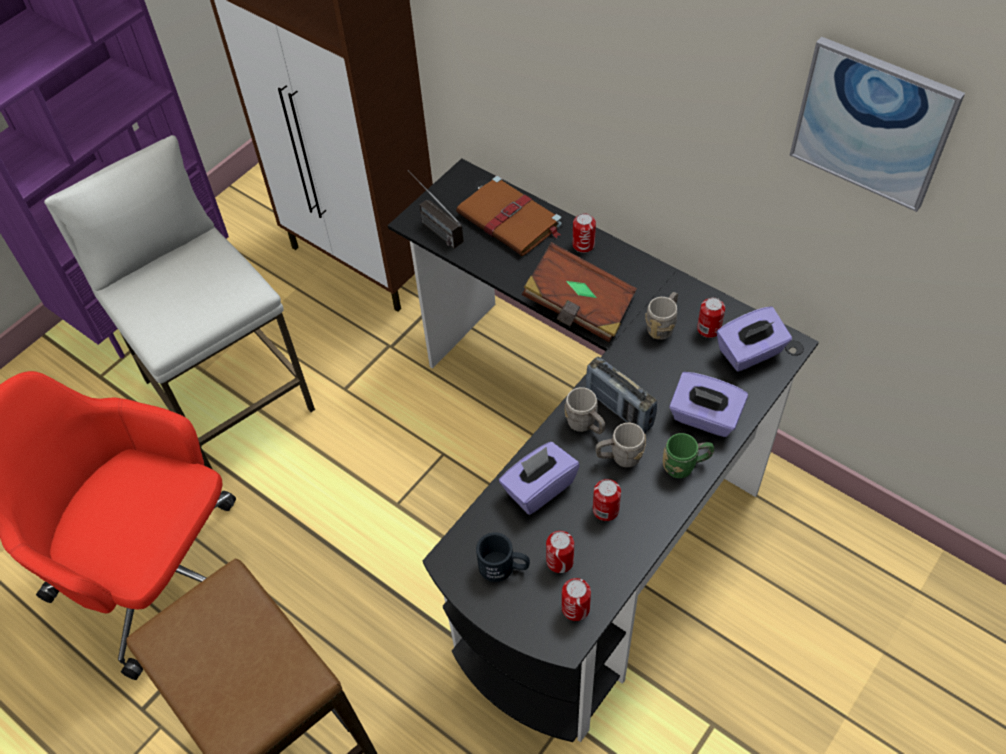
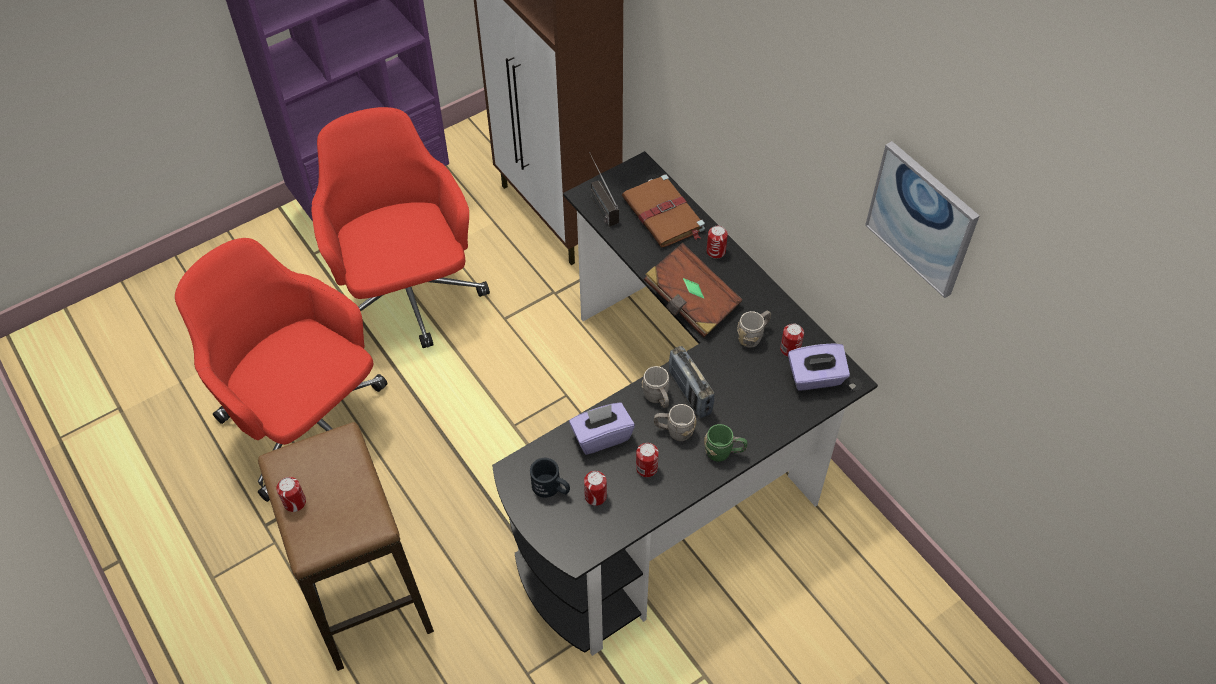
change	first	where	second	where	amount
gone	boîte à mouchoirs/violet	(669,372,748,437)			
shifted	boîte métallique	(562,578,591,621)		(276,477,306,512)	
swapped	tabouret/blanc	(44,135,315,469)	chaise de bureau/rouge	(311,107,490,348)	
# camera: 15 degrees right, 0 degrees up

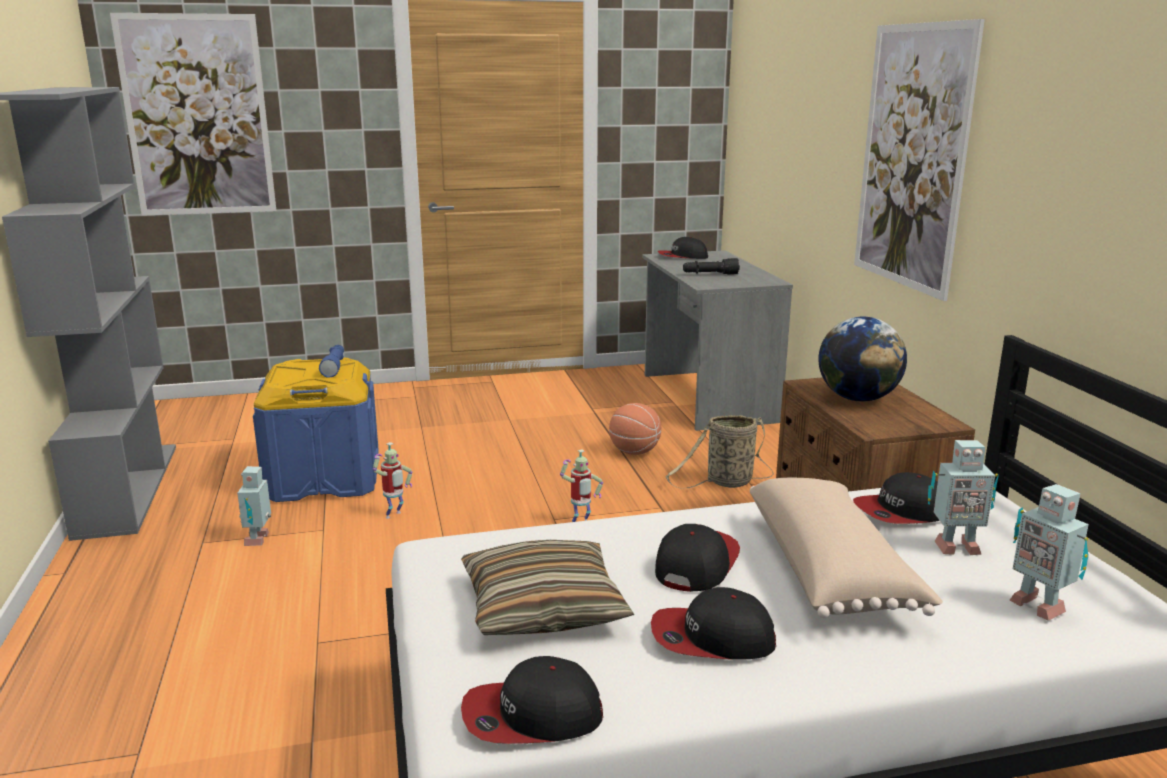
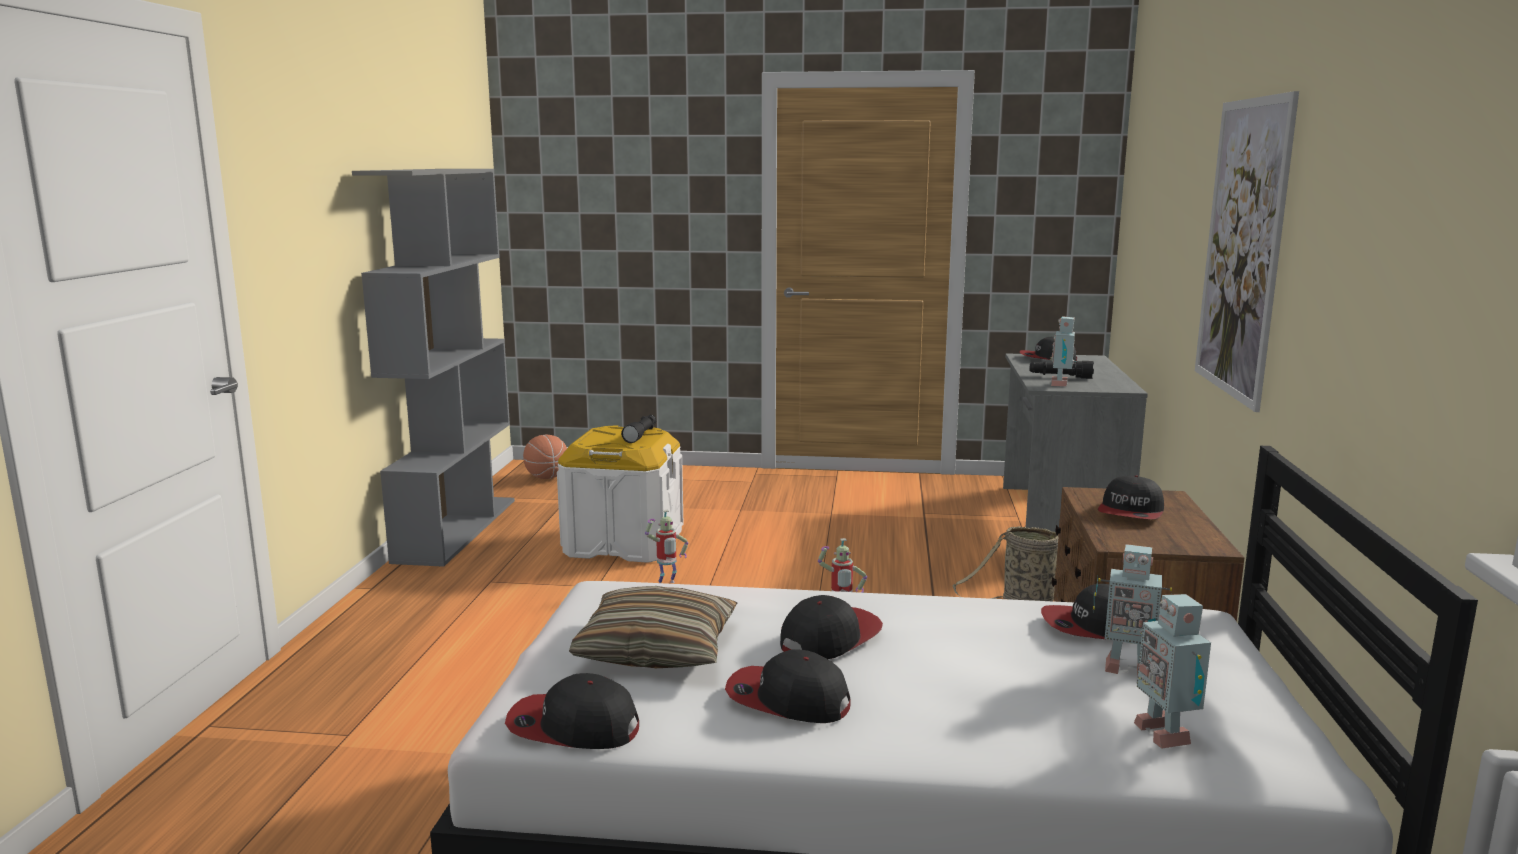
change	first	where	second	where	amount
gone	tableau	(110,13,276,216)			
gone	coussin/beige	(750,478,943,618)			
shifted	robot jouet	(237,466,271,546)		(1050,316,1077,387)	
shifted	ballon de basket	(609,403,661,455)		(523,435,567,479)	
swapped	globe	(818,317,907,402)	casquette	(1098,475,1164,519)	
repainted	boîte de rangement/bleu	(253,358,379,502)	boîte de rangement/blanc	(557,425,683,563)	
repainted	lampe de poche/bleu	(319,345,344,378)	lampe de poche/noir	(621,415,656,443)	
# camera: 20 degrees right, 5 degrees down

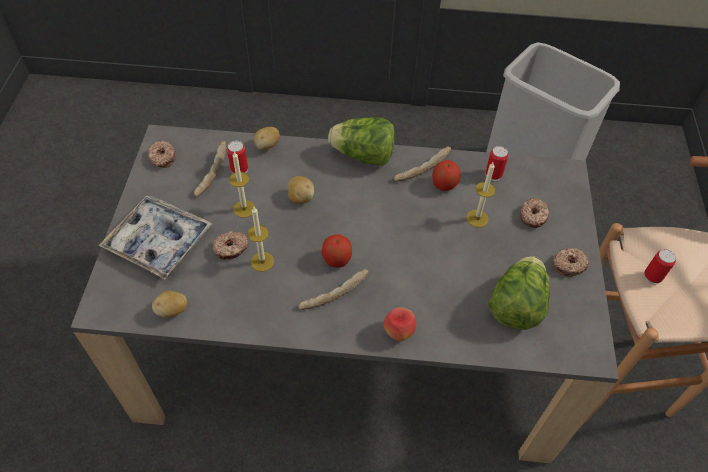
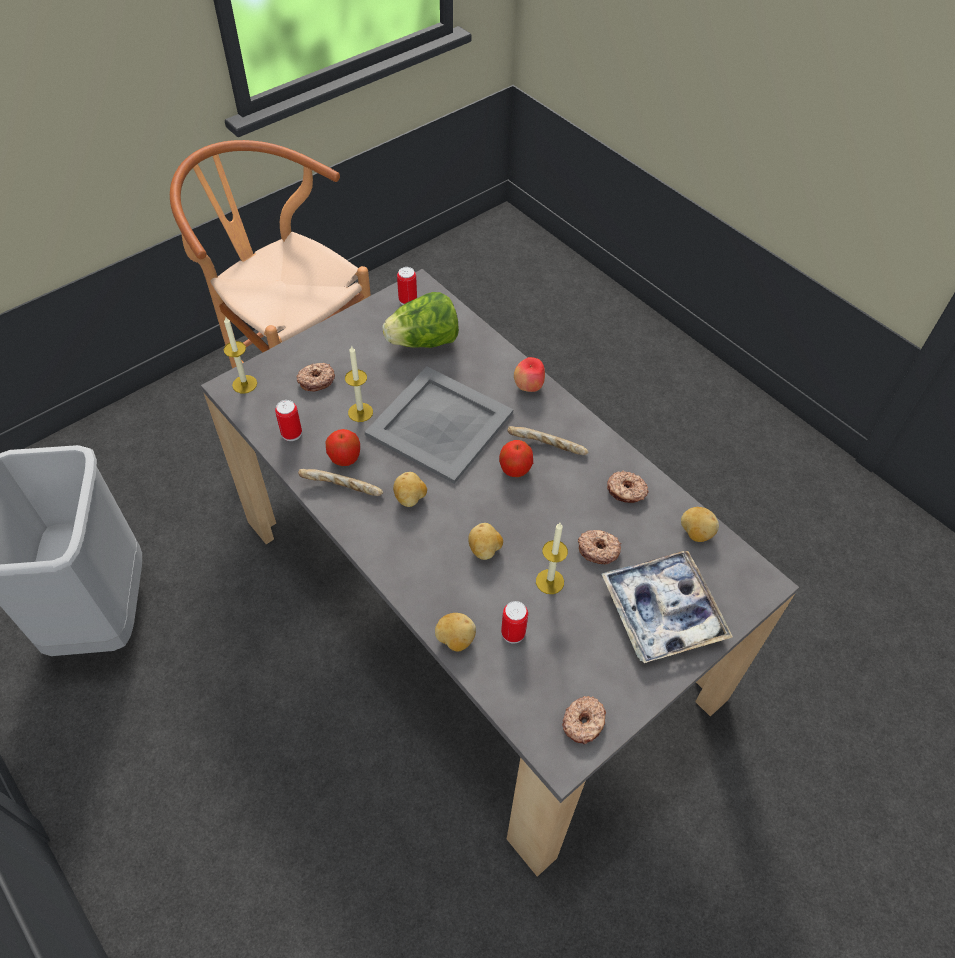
change	first	where	second	where	amount
gone	pain	(194,141,226,197)			
gone	laitue	(328,117,395,166)			
new			plateau/gris	(365,366,514,484)	
new			pomme de terre	(393,472,427,507)	
shifted	bougie	(247,207,274,272)		(224,316,257,394)	
shifted	beignet	(553,248,589,277)		(607,471,649,503)	
shifted	boîte métallique	(644,249,676,284)		(397,267,417,305)	
# camera: 135 degrees left, 0 degrees up

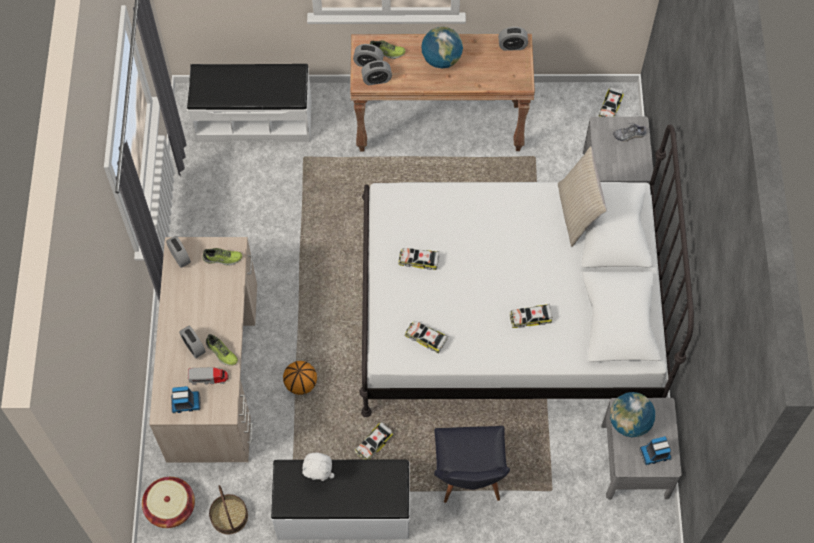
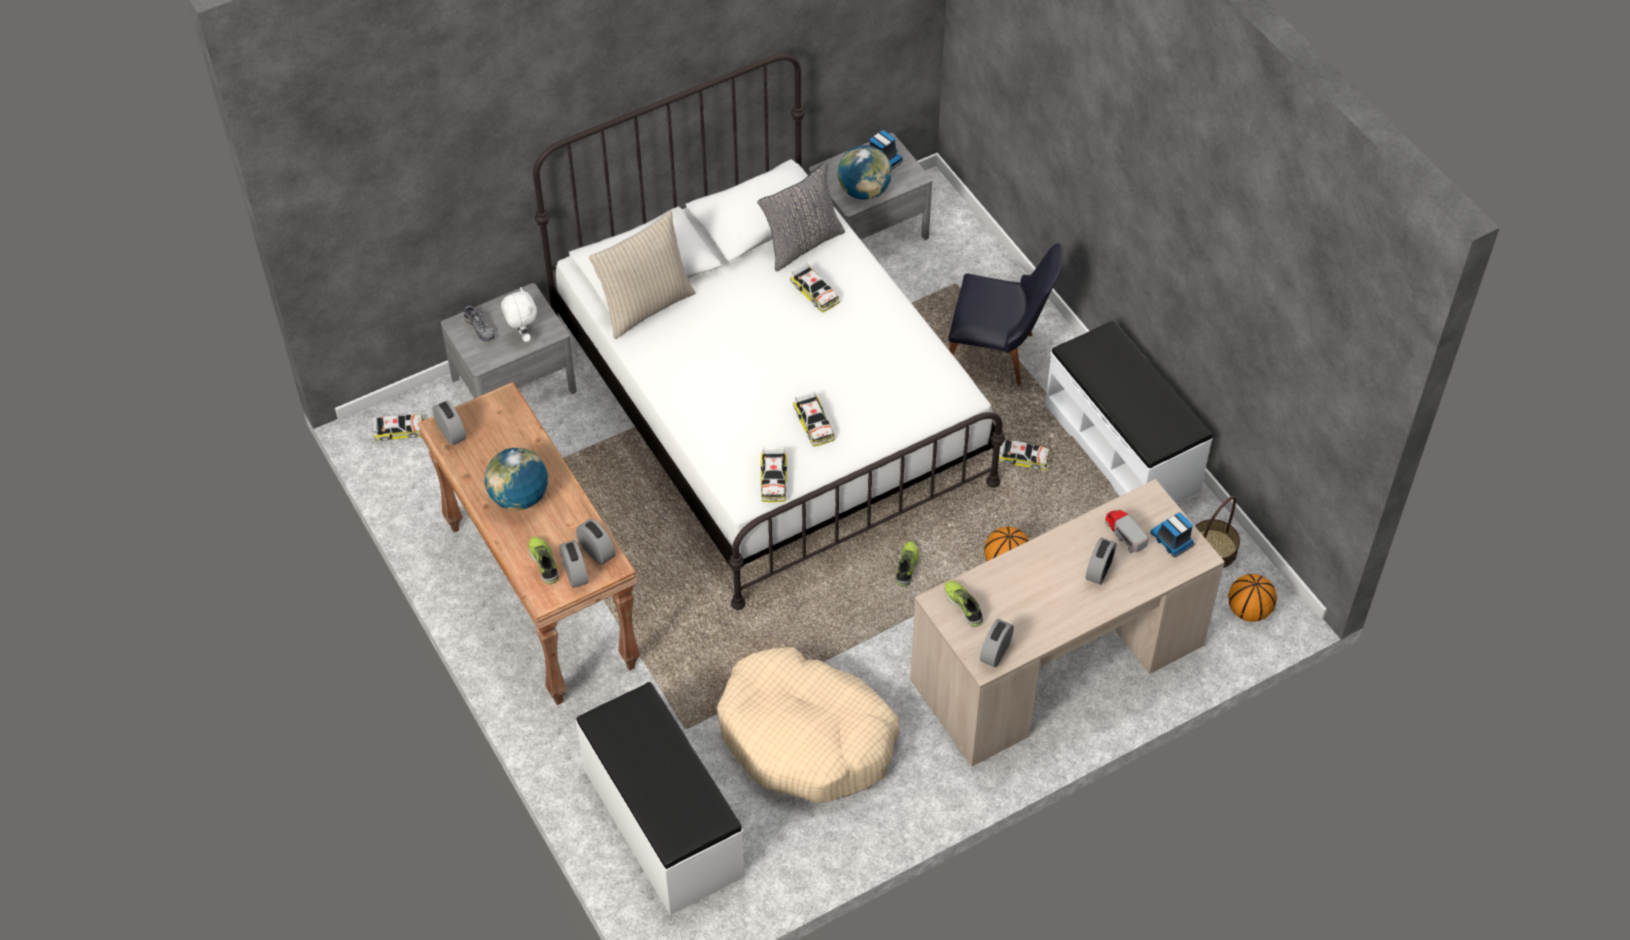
change	first	where	second	where	amount
new			panier pour chien/beige	(717,647,900,803)	
new			coussin/gris	(757,161,845,271)	
shifted	chaussure	(206,334,238,366)		(896,541,920,587)	
shifted	peluche/blanc	(302,452,334,481)		(501,287,537,342)	
shifted	petite voiture	(405,321,448,353)		(761,448,787,502)	
swapped	panier	(142,477,195,528)	ballon de basket	(1228,574,1277,622)	
rotated	chaise/noir	(434,426,510,503)		(948,243,1063,386)	45 degrees clockwise
# camera: 120 degrees left, 10 degrees down

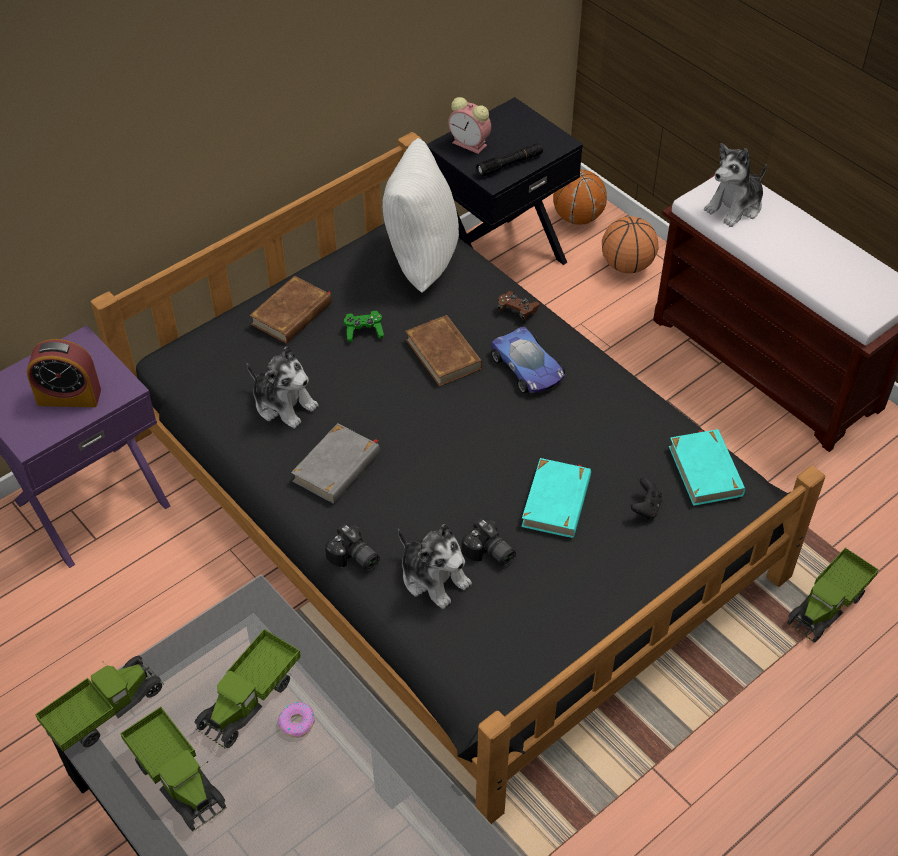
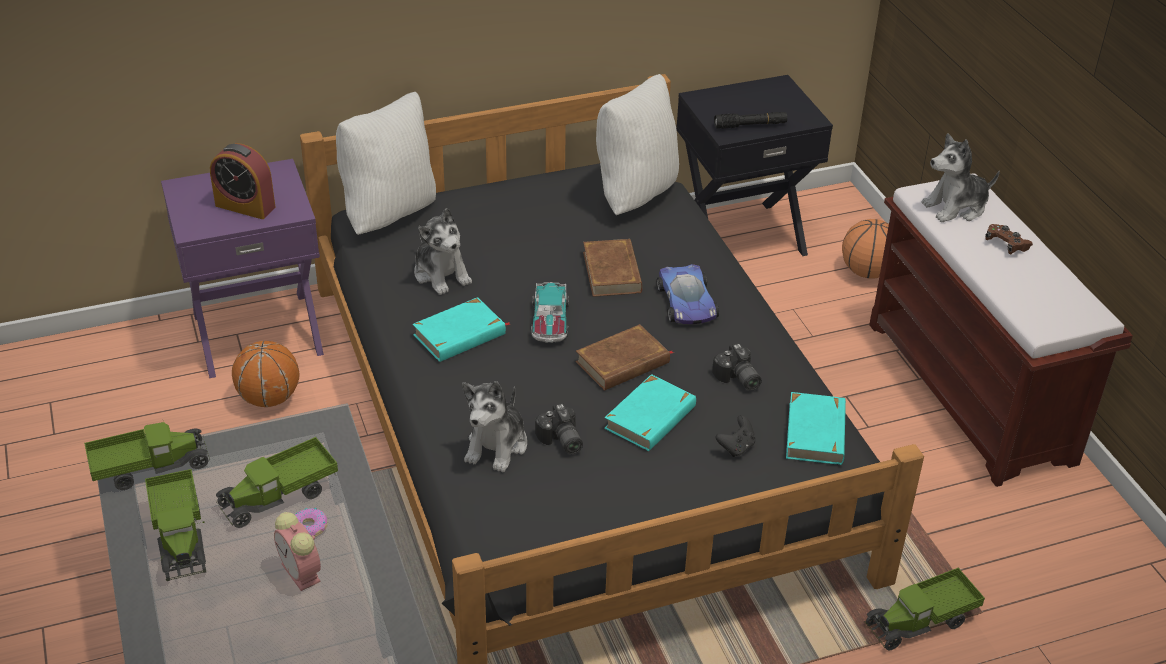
change	first	where	second	where	amount
gone	manette/vert	(344,311,384,342)			
new			coussin/blanc	(336,92,436,235)	
new			petite voiture	(531,282,569,343)	
shifted	livre/marron	(249,276,332,344)		(576,324,674,391)	
shifted	appareil photo	(325,524,380,570)		(712,343,762,391)	
shifted	réveil	(448,97,491,154)		(274,512,321,591)	
shifted	manette/marron	(498,291,540,321)		(985,224,1033,254)	
shifted	ballon de basket	(553,170,607,225)		(232,341,299,407)	
repainted	livre/gris	(291,423,380,504)	livre/turquoise	(413,297,510,362)	
rotated	peluche	(398,524,472,609)		(462,381,527,472)	45 degrees clockwise
# camera: 20 degrees right, 10 degrees down

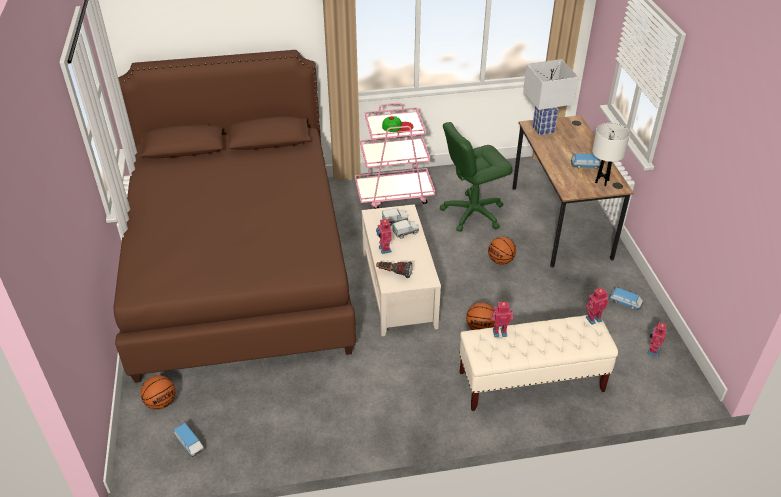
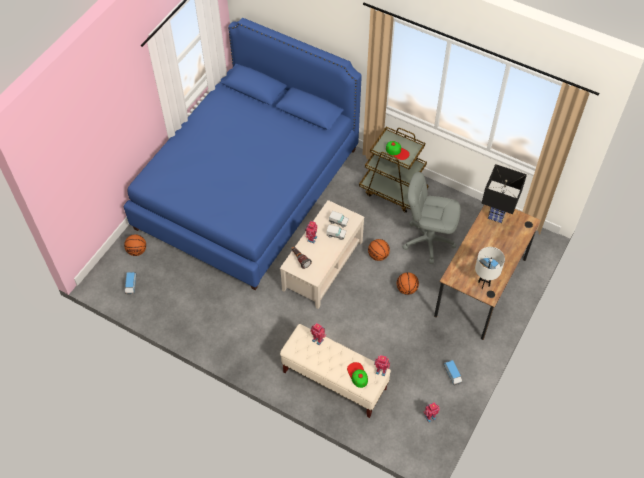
change	first	where	second	where	amount
new			casquette	(347,362,368,388)	
shifted	ballon de basket	(466,303,495,330)		(368,239,390,261)	
repainted	lit/marron	(114,50,356,383)	lit/bleu	(124,18,362,290)	
repainted	chariot/rose	(355,103,435,209)	chariot/marron	(359,127,429,213)	
repainted	chaise de bureau/vert	(440,122,513,232)	chaise de bureau/gris	(402,172,461,264)	
repainted	lampe de table/blanc	(523,59,579,135)	lampe de table/noir	(481,164,527,223)	
# camera: 40 degrees right, 15 degrees up

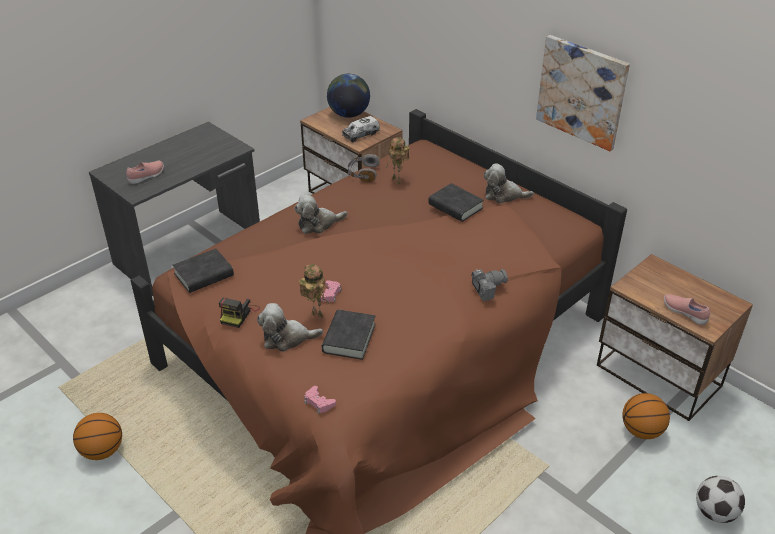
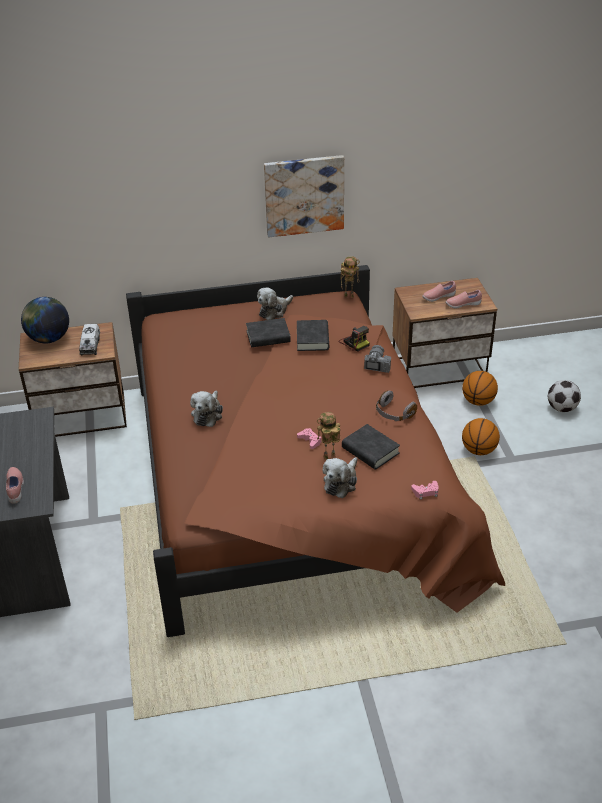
change	first	where	second	where	amount
new			chaussure/rose	(422,281,456,302)	
shifted	ballon de basket	(73,413,122,460)		(462,418,500,455)	
shifted	livre/noir	(172,248,234,293)		(297,320,329,351)	
shifted	appareil photo	(219,298,260,328)		(338,326,370,352)	
shifted	casque audio/gris	(348,154,380,182)		(376,391,417,421)	
shifted	robot jouet	(386,137,409,185)		(340,257,360,299)	
# camera: 55 degrees left, 0 degrees up

